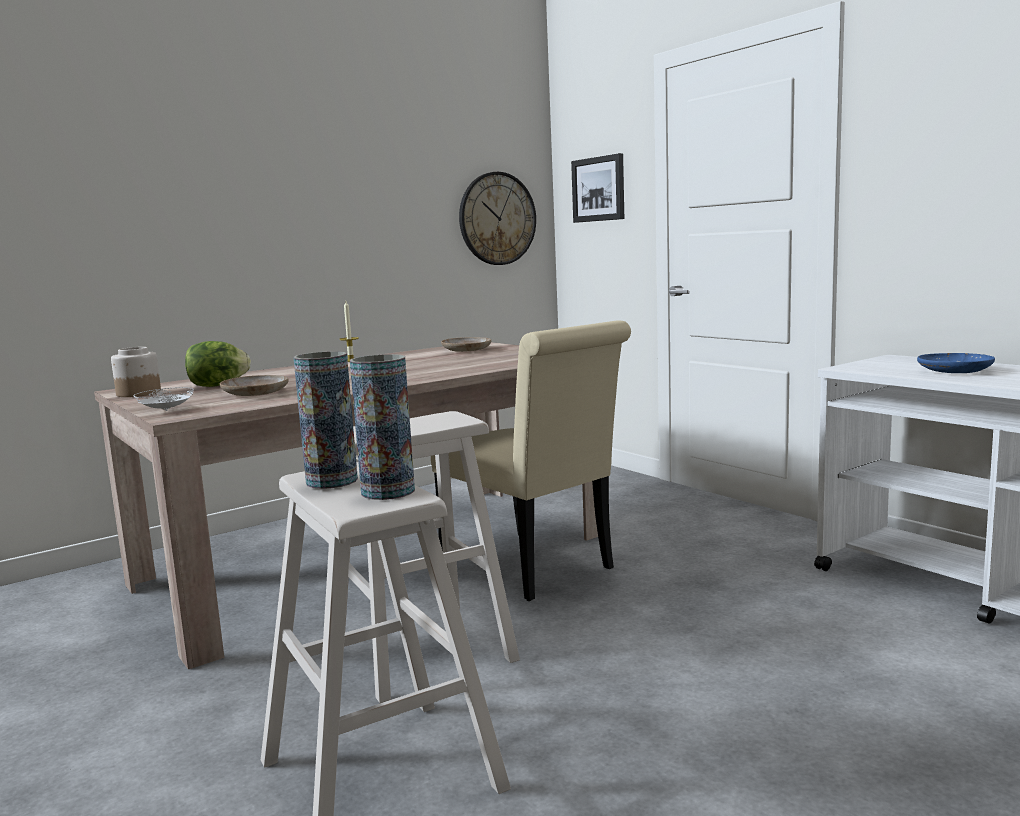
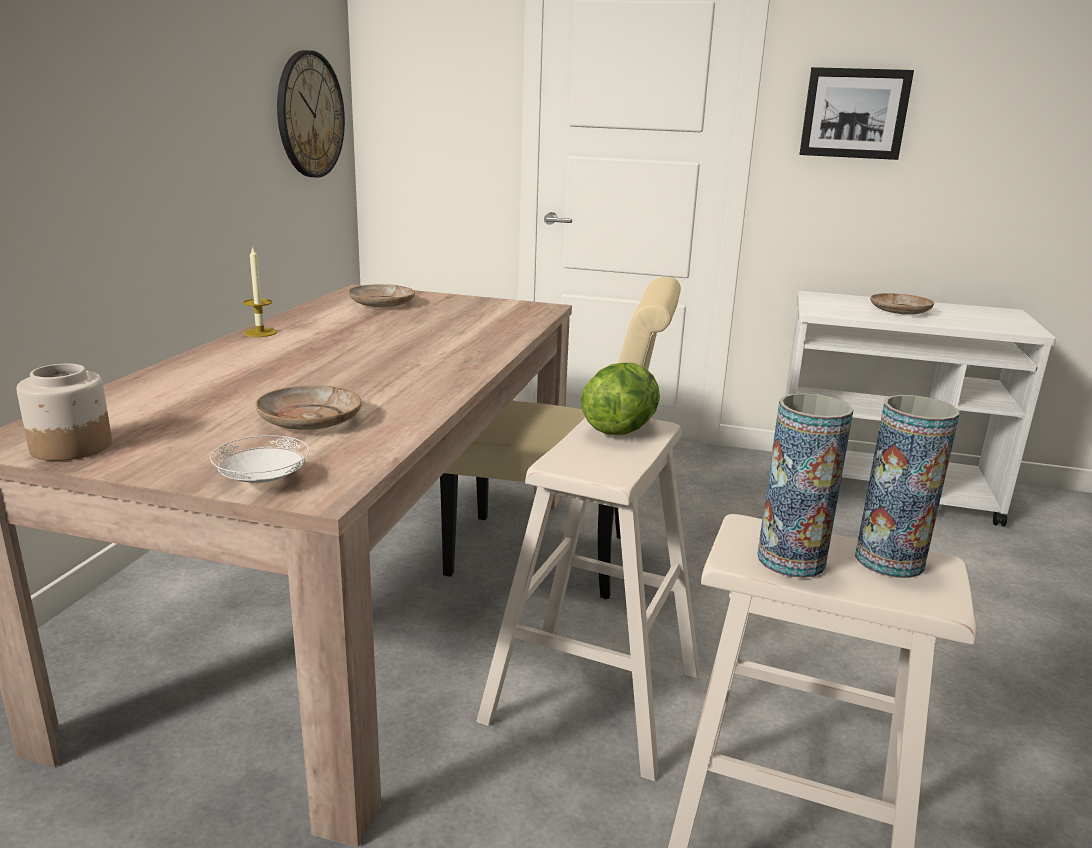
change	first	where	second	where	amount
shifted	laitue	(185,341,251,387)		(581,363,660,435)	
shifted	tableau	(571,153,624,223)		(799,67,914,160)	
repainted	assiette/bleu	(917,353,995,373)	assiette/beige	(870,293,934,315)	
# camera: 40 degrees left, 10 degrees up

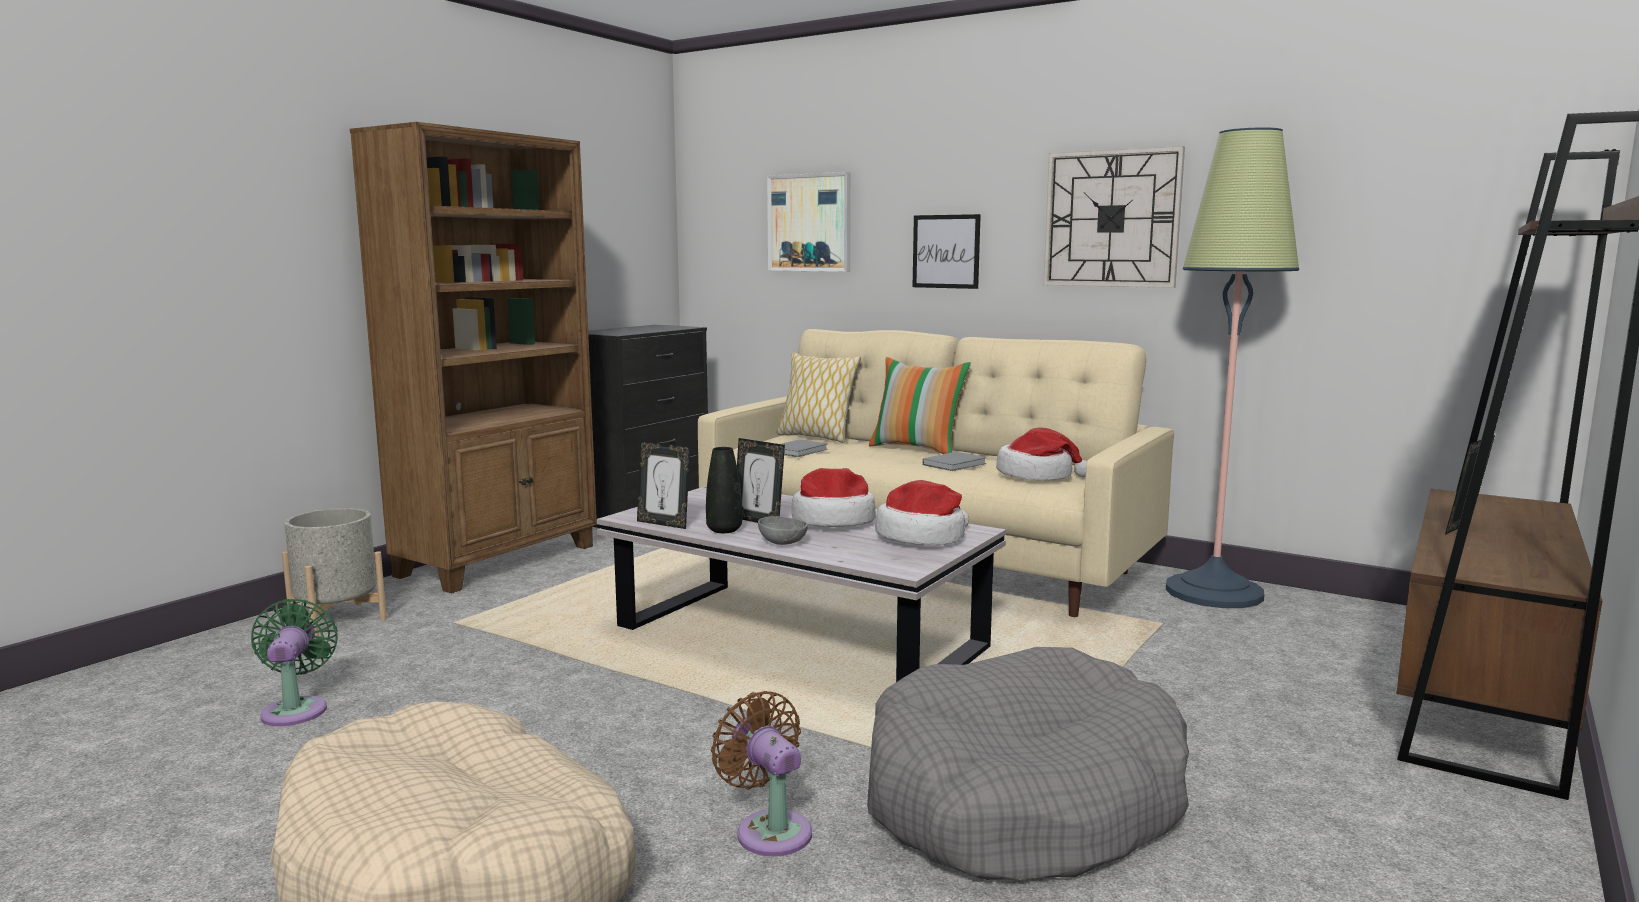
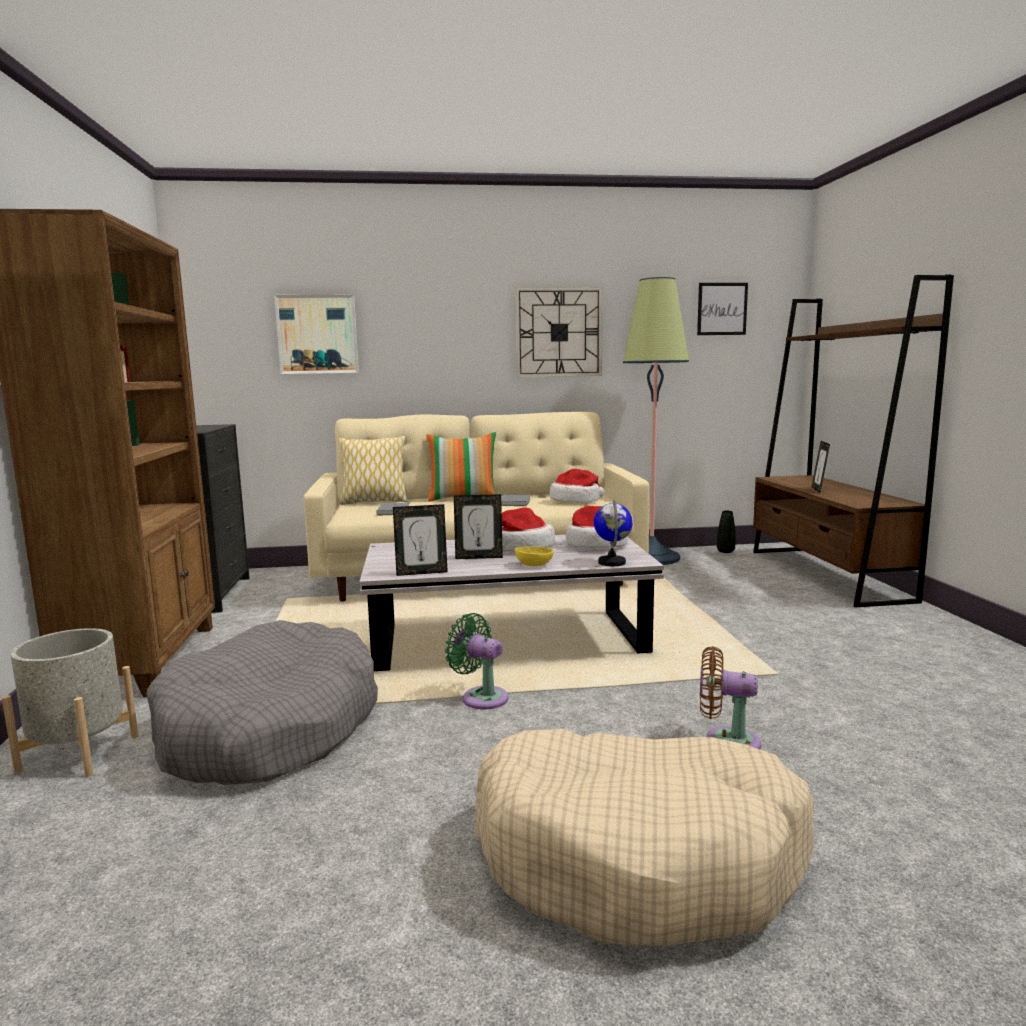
change	first	where	second	where	amount
new			globe	(594,500,633,566)	
shifted	ventilateur/vert	(251,599,338,726)		(445,613,509,709)	
shifted	vase/noir	(706,447,742,533)		(717,511,736,553)	
shifted	panier pour chien/gris	(867,647,1189,880)		(146,620,378,785)	
shifted	tableau	(913,214,981,289)		(697,283,748,335)	
repainted	bol/gris	(758,516,808,545)	bol/jaune	(515,547,554,566)	
# camera: 40 degrees left, 0 degrees up

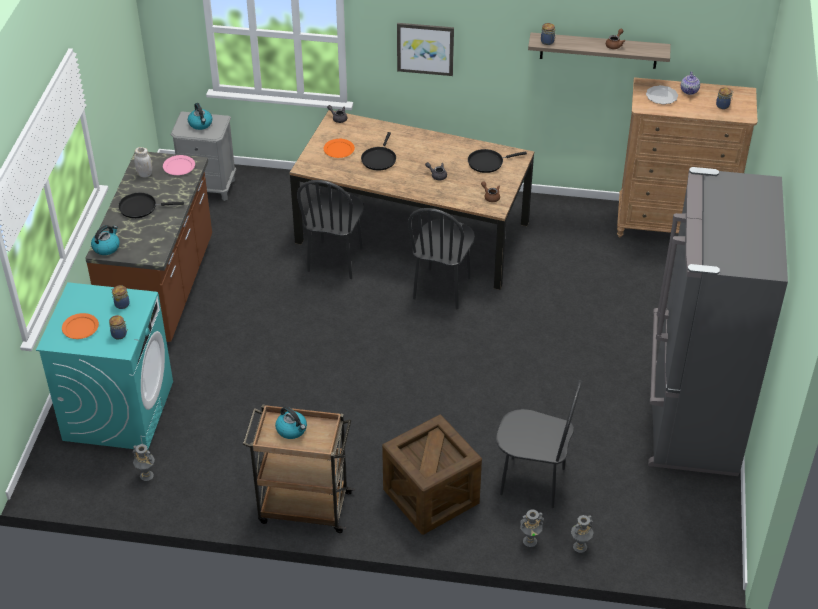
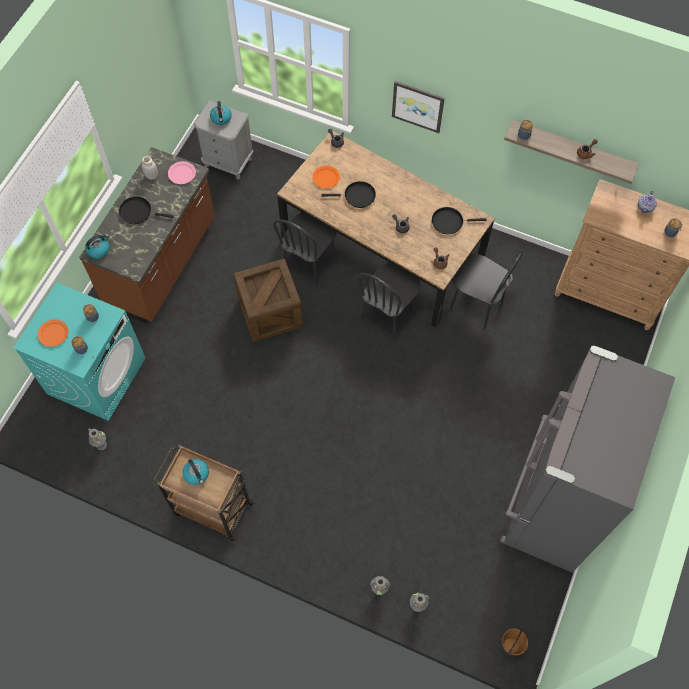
change	first	where	second	where	amount
gone	assiette	(646,85,678,104)			
new			seau/marron	(502,628,528,657)	
shifted	caisse	(382,415,482,535)		(233,259,303,342)	
shifted	chaise/noir	(496,380,582,508)		(450,250,524,329)	
rotated	poêle/noir	(361,132,396,171)		(321,181,376,208)	120 degrees counterclockwise
# camera: 15 degrees right, 20 degrees up

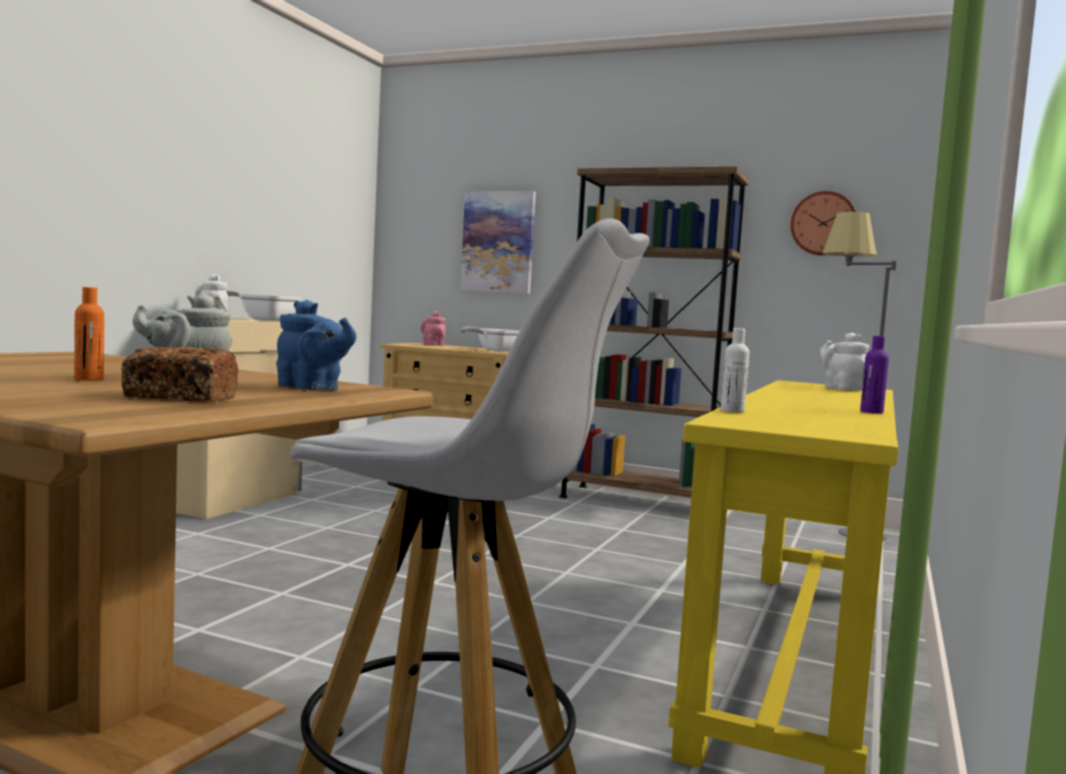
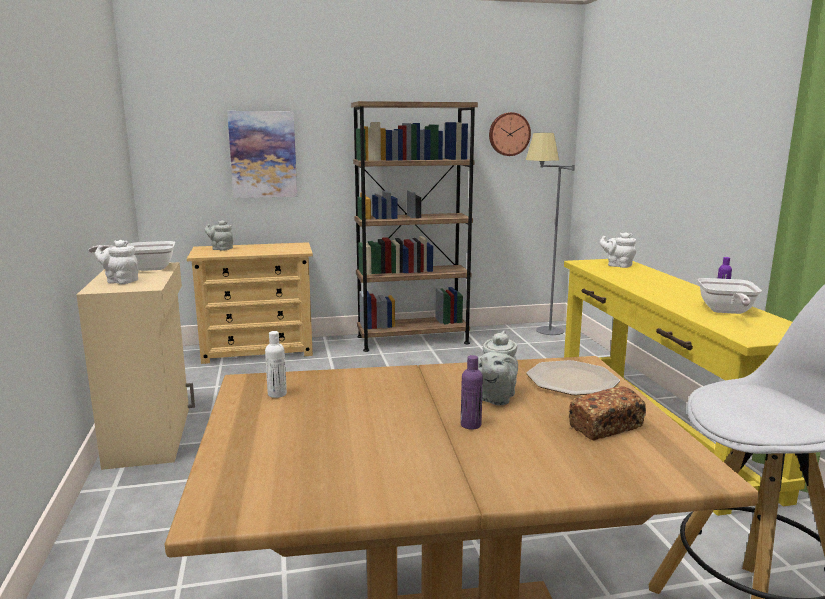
change	first	where	second	where	amount
shifted	poêle	(460,327,520,352)		(698,278,762,314)	
shifted	bouteille/blanc	(721,328,749,413)		(265,331,287,398)	
swapped	théière/bleu	(276,300,356,390)	assiette	(526,360,620,396)	
repainted	bouteille/orange	(74,287,104,381)	bouteille/violet	(461,355,483,430)	
repainted	théière/rose	(421,311,446,346)	théière/gris	(205,220,233,251)	
# camera: 35 degrees left, 10 degrees up

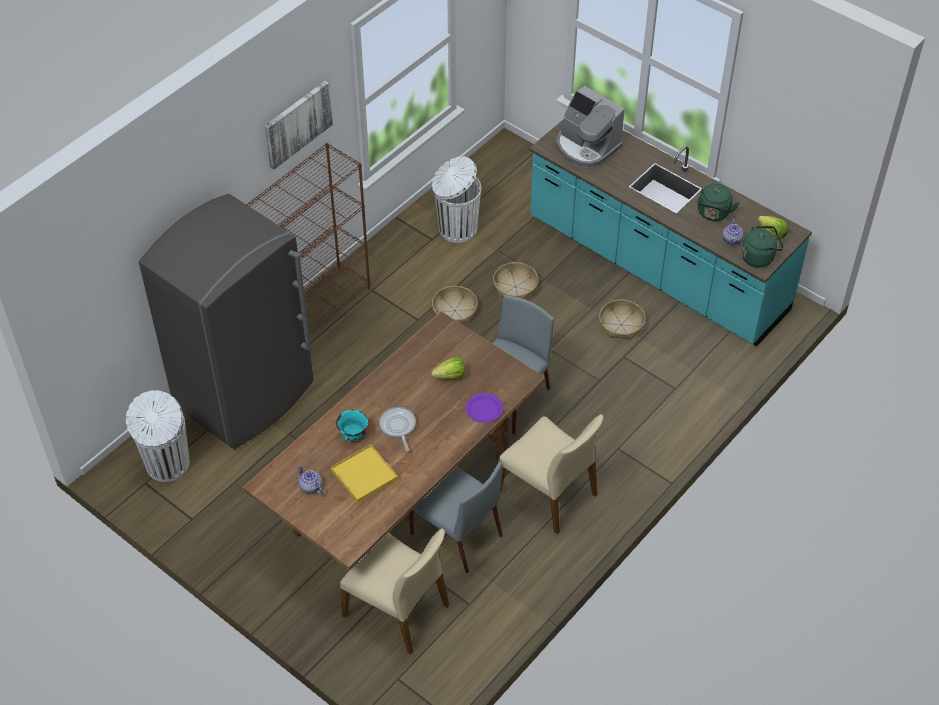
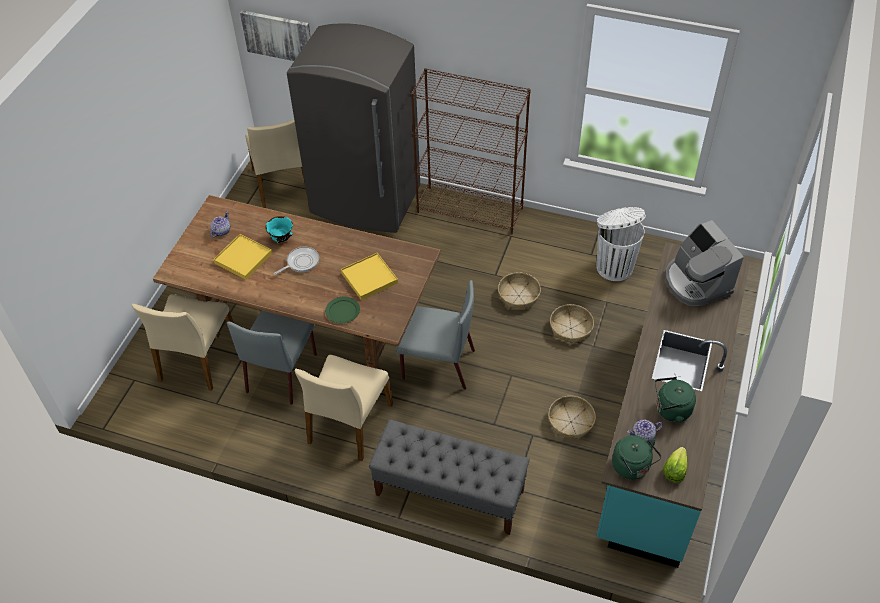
change	first	where	second	where	amount
new			banc/gris	(369,419,530,535)	
shifted	tableau	(264,81,333,170)		(240,11,311,61)	
swapped	poubelle/blanc	(126,390,190,482)	chaise/beige	(245,119,305,208)	
swapped	laitue	(431,357,466,379)	plateau/jaune	(341,253,398,300)	
repainted	assiette/violet	(466,393,503,423)	assiette/vert	(325,297,360,323)	
rotated	machine à café	(556,86,625,168)		(665,220,744,306)	45 degrees counterclockwise
# camera: 70 degrees right, 0 degrees up

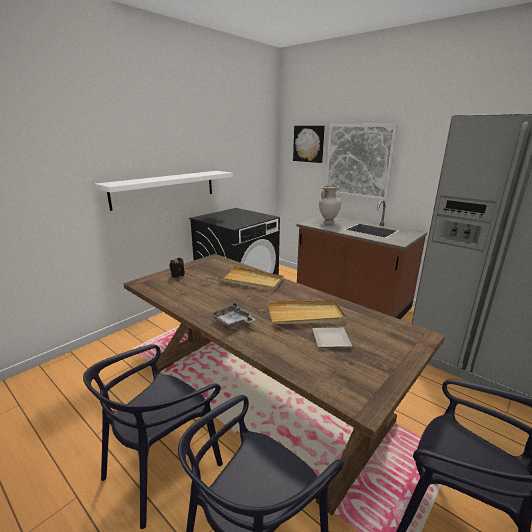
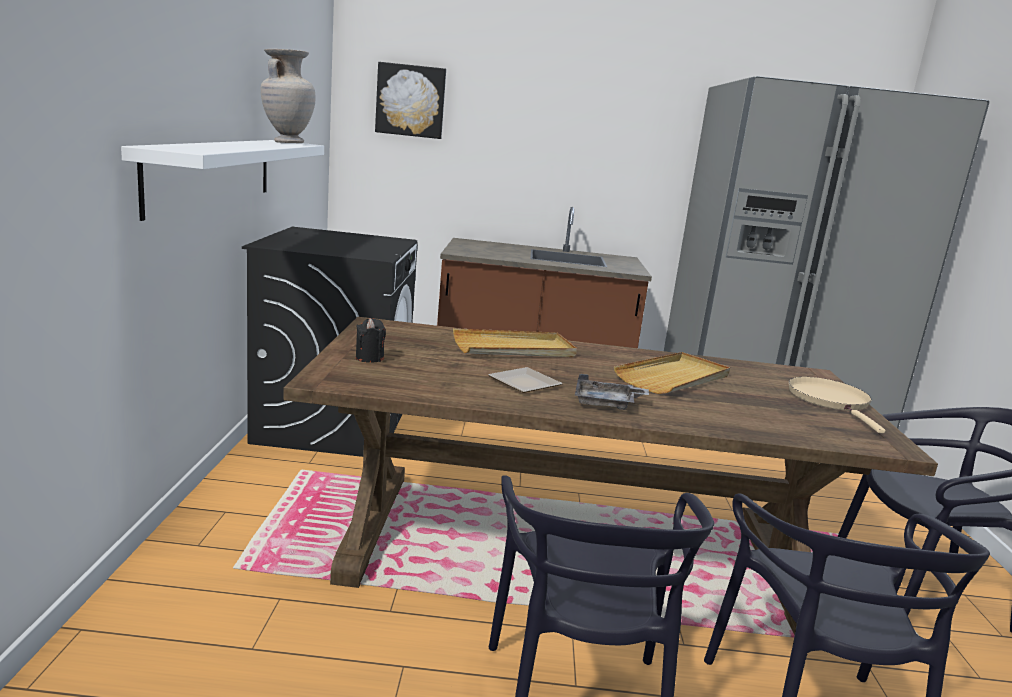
change	first	where	second	where	amount
gone	tableau	(325,124,398,201)			
new			poêle/beige	(789,377,885,433)	
shifted	assiette	(312,328,352,348)		(488,367,563,393)	
shifted	vase/beige	(319,185,341,224)		(261,49,315,143)	
# camera: 40 degrees left, 5 degrees down

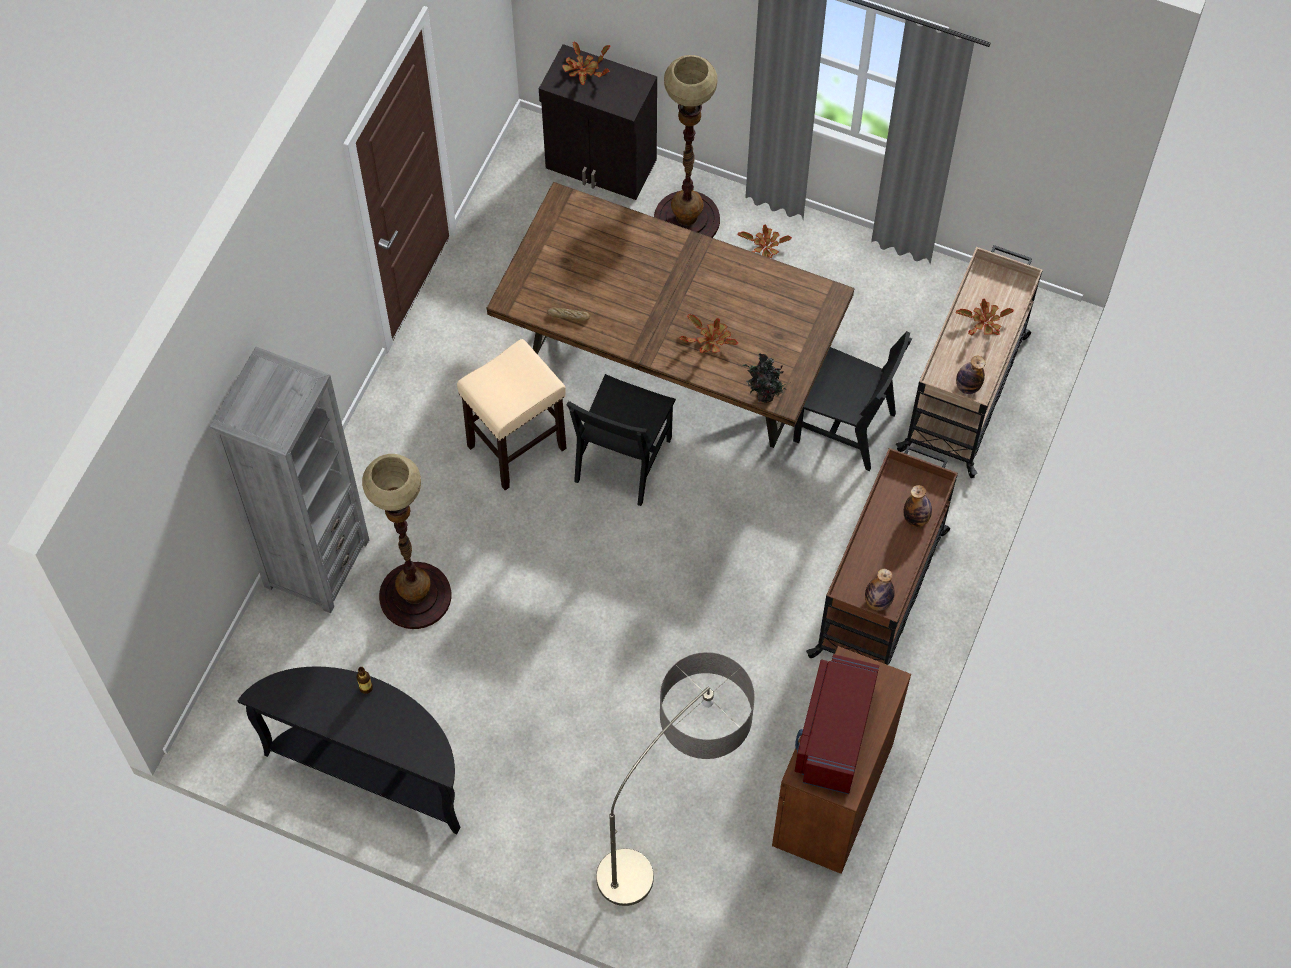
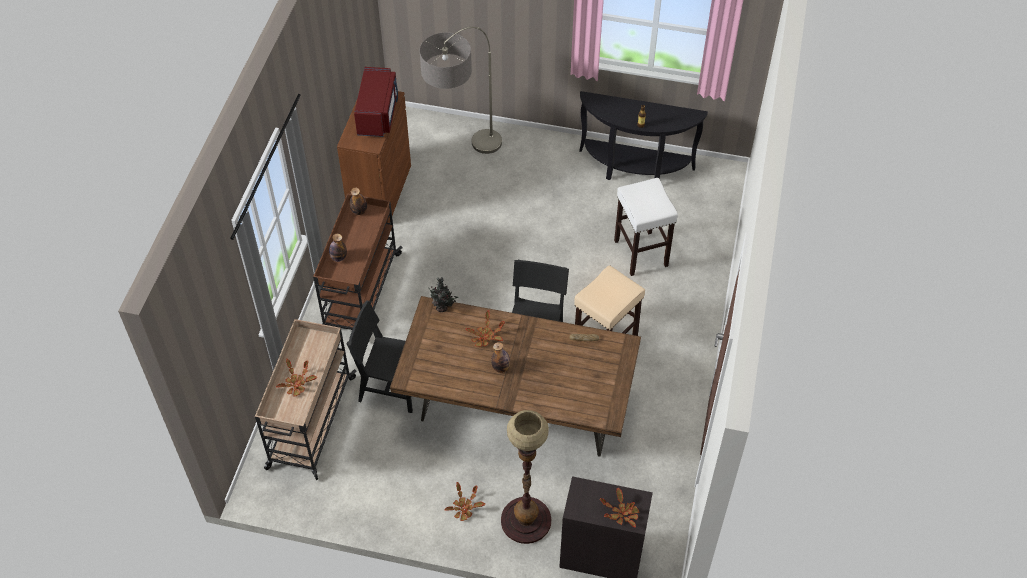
change	first	where	second	where	amount
gone	bibliothèque/gris	(210,347,369,613)			
shifted	bouteille	(956,356,985,394)		(491,342,510,373)	
swapped	lampadaire	(362,454,451,629)	tabouret/blanc	(614,178,678,276)	
# camera: 170 degrees right, 10 degrees down

